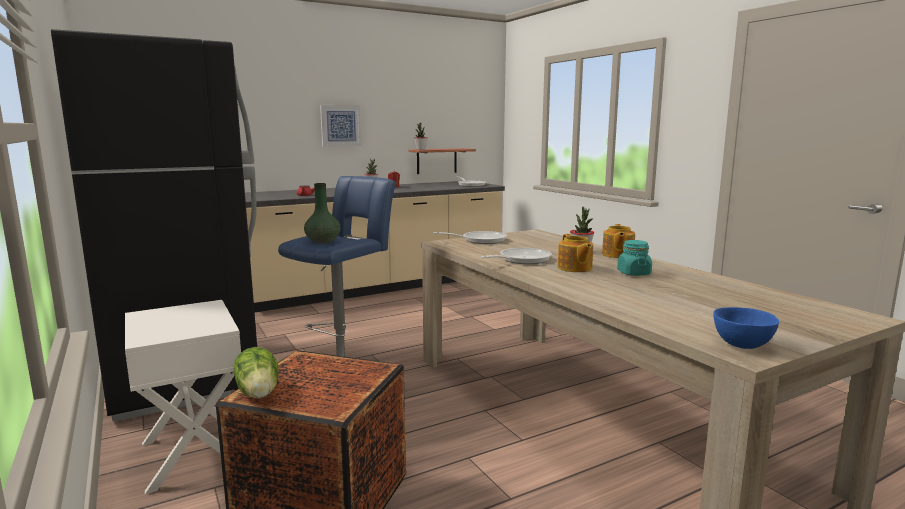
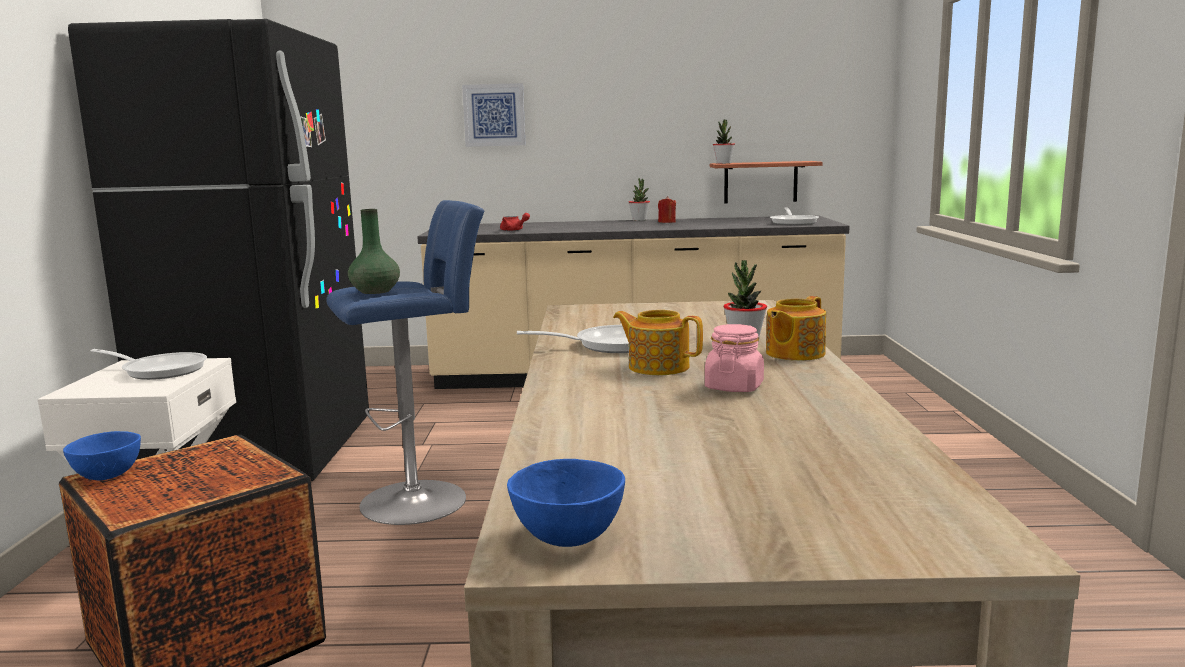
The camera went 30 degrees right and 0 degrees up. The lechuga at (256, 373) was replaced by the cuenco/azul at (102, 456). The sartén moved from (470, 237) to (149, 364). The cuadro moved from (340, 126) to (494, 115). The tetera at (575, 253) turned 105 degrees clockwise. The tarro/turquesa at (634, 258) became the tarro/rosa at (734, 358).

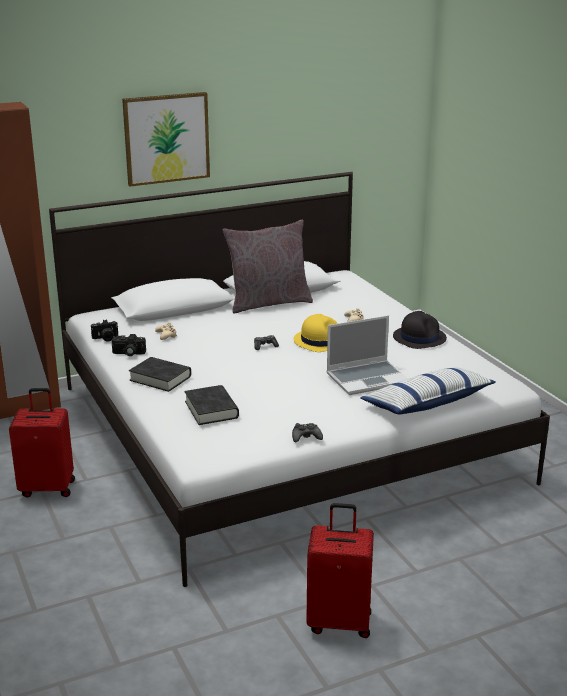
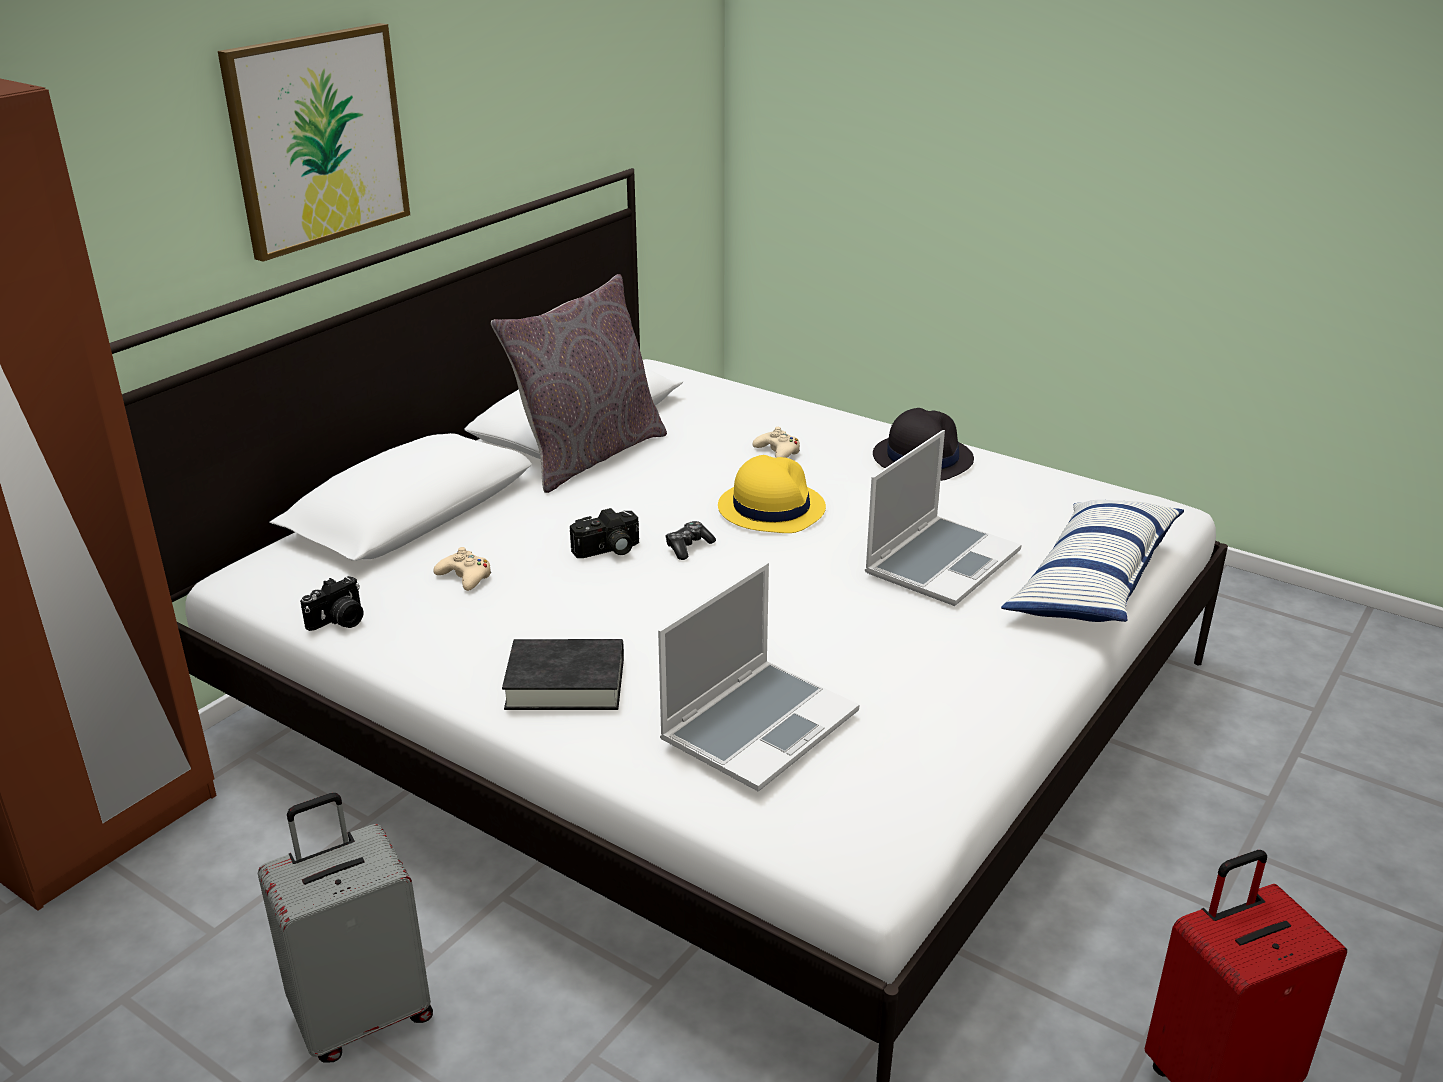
The camera went 30 degrees left and 5 degrees up. The maleta/rojo at (42, 443) became the maleta/gris at (345, 928). The cámara moved from (129, 345) to (604, 533). The libro/negro at (212, 405) was replaced by the portátil at (758, 677). The mando de consola/negro at (307, 432) disappeared.

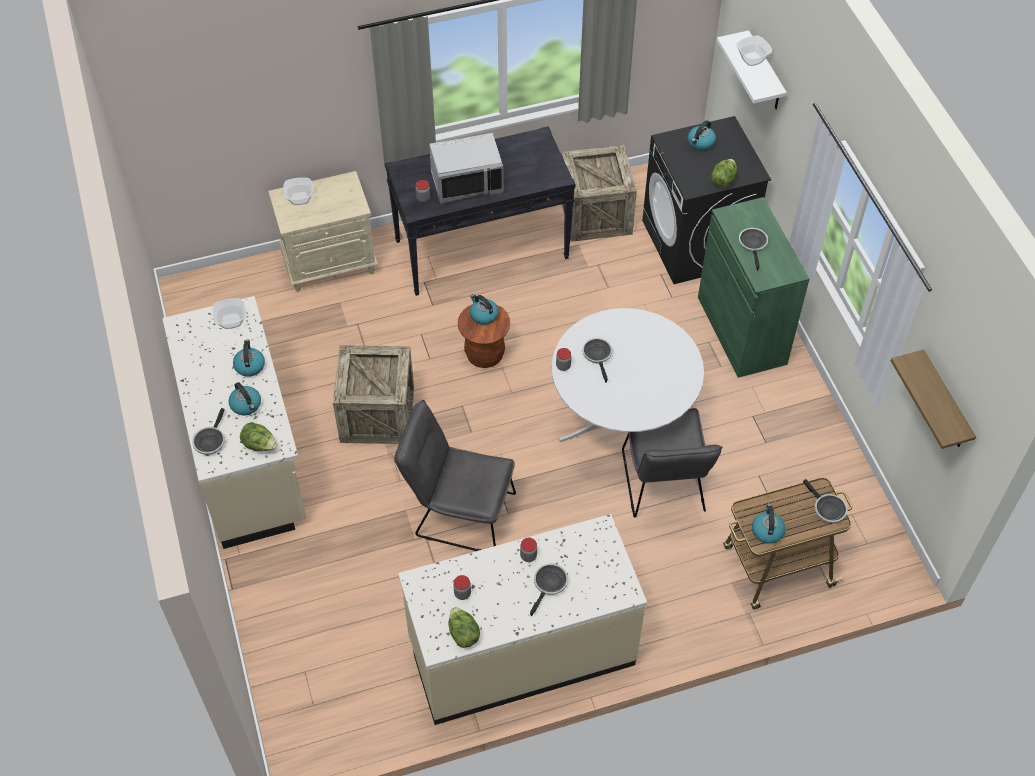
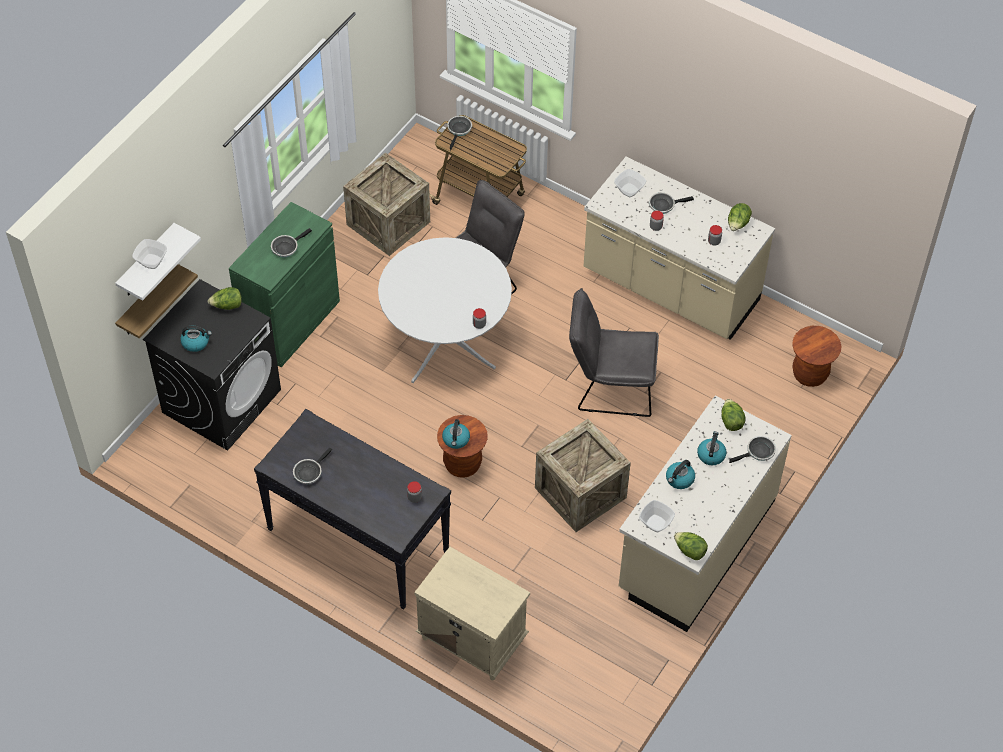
The camera went 130 degrees left and 0 degrees up. The estante moved from (933, 399) to (156, 301). The sartén moved from (597, 360) to (312, 466). The caja de embalaje moved from (599, 193) to (386, 204). The silla/gris at (455, 475) turned 120 degrees clockwise. The cuenco moved from (298, 191) to (630, 183). The lechuga at (691, 546) appeared. The taburete/marrón at (816, 356) appeared. The microondas/gris at (466, 168) disappeared. The hervidor at (768, 524) disappeared.

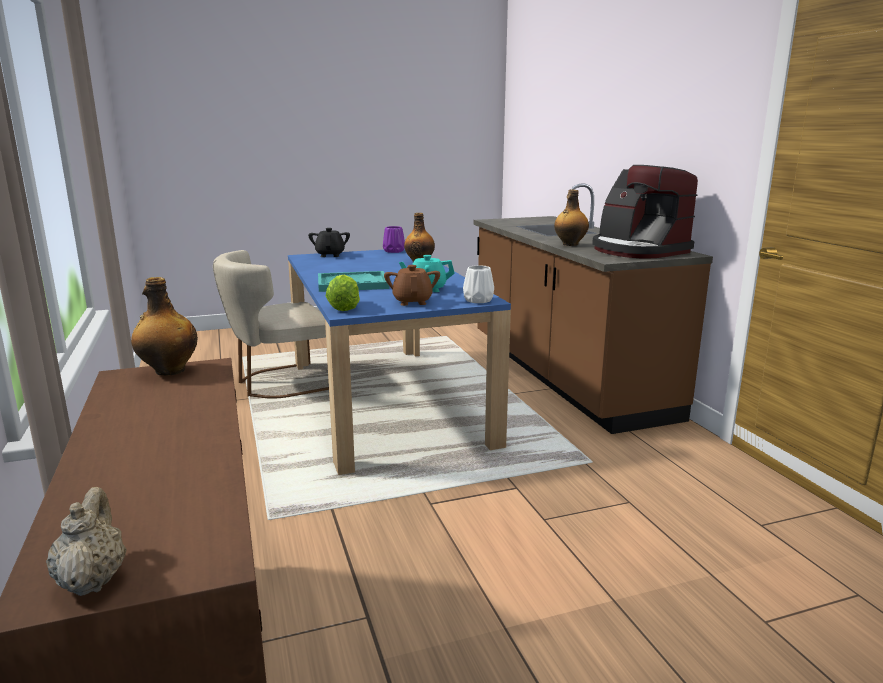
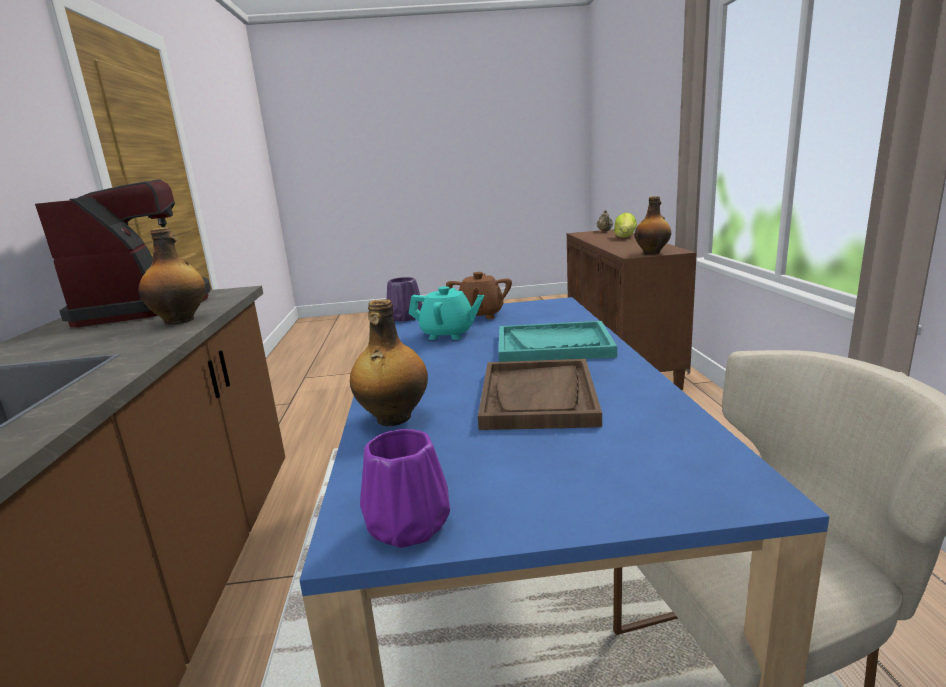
The camera went 165 degrees left and 0 degrees up. The florero/blanco at (478, 284) became the florero/morado at (404, 299). The bandeja/marrón at (540, 394) appeared. The lechuga moved from (343, 293) to (625, 225). The tetera/negro at (329, 242) disappeared.

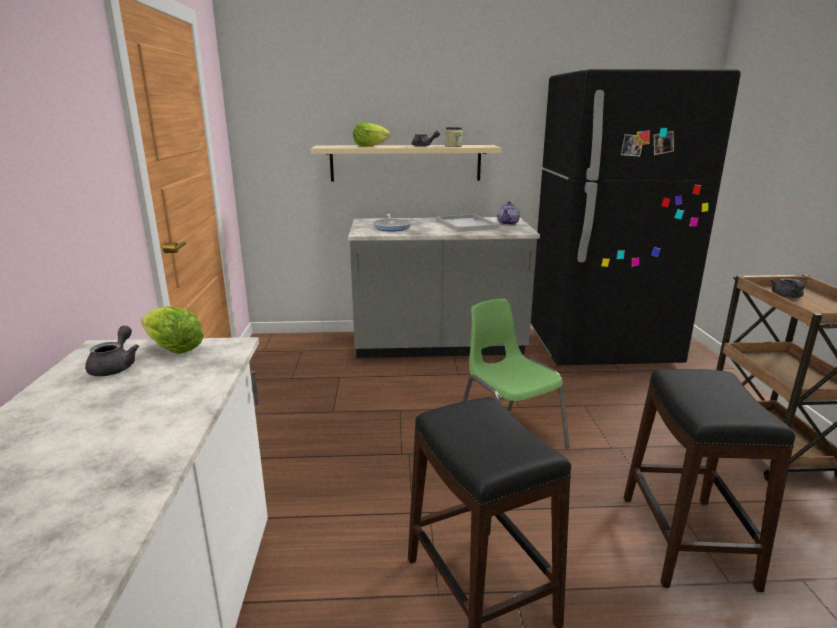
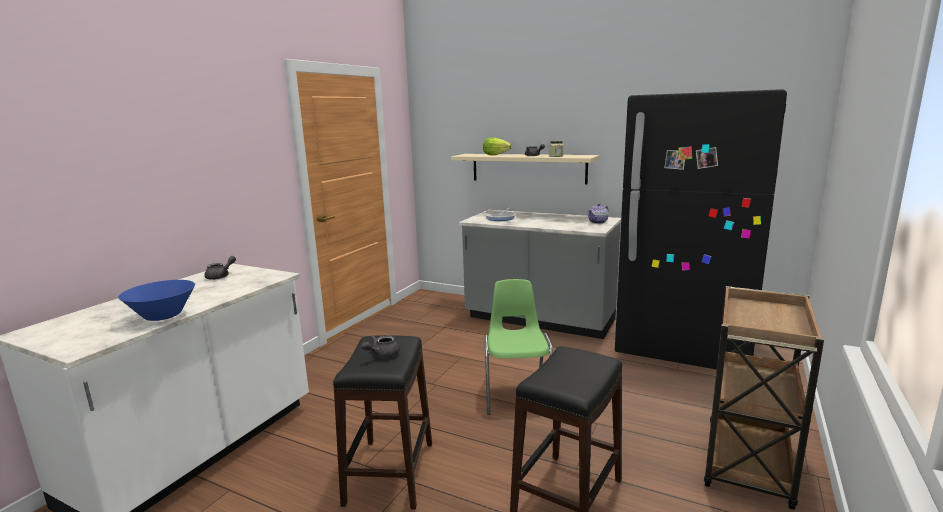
The camera went 30 degrees right and 5 degrees down. The cuenco/azul at (157, 300) appeared. The tetera/gris moved from (787, 288) to (381, 346). The lechuga at (172, 330) disappeared. The bandeja/blanco at (467, 223) disappeared.

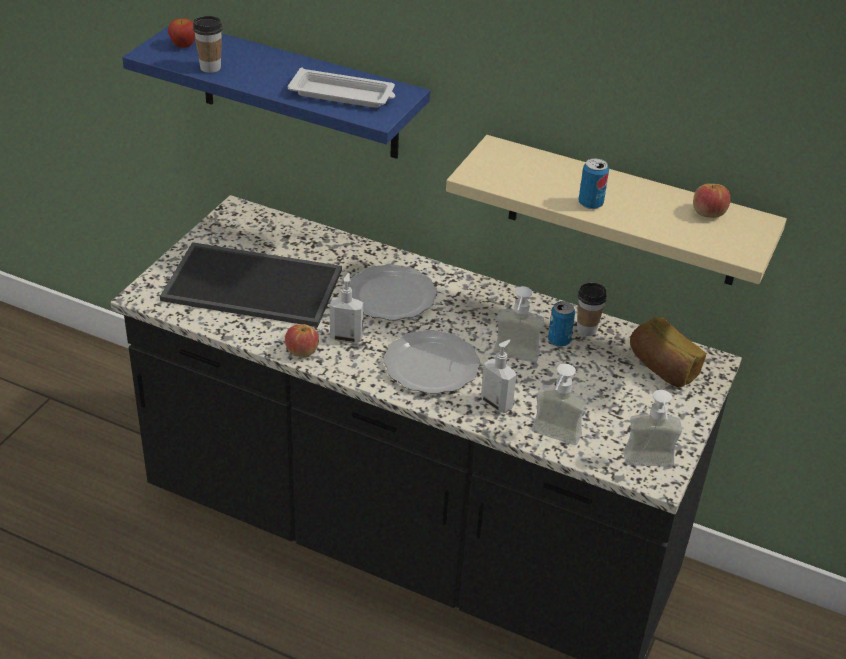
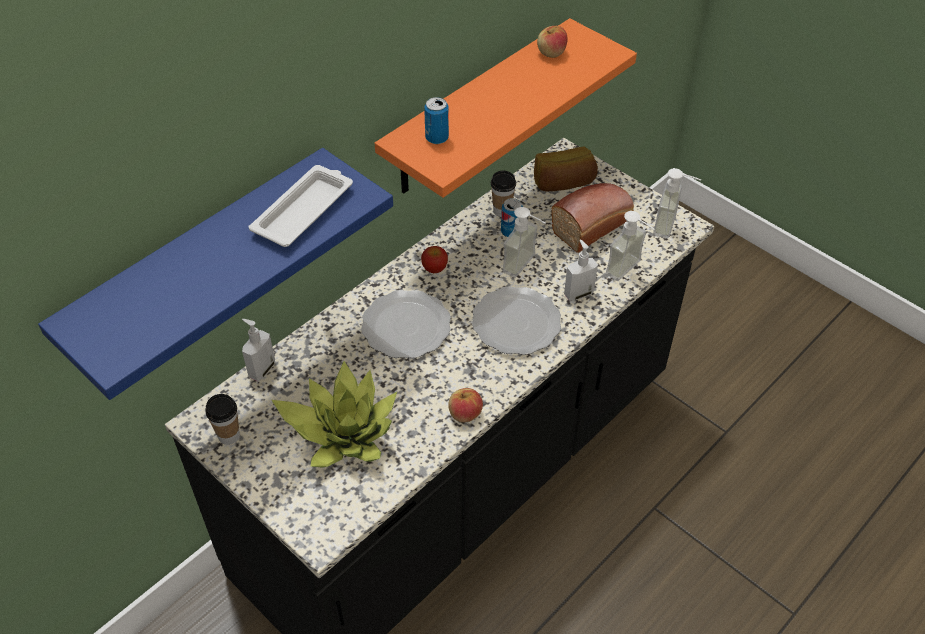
The camera went 70 degrees left and 10 degrees up. The taza moved from (208, 44) to (223, 419). The dispensador de jabón moved from (346, 308) to (258, 350). The bandeja at (251, 284) was replaced by the planta en maceta at (334, 414). The estante/beis at (616, 210) became the estante/naranja at (506, 108). The manzana moved from (181, 33) to (434, 259). The lata moved from (594, 183) to (436, 120). The pan at (593, 218) appeared.

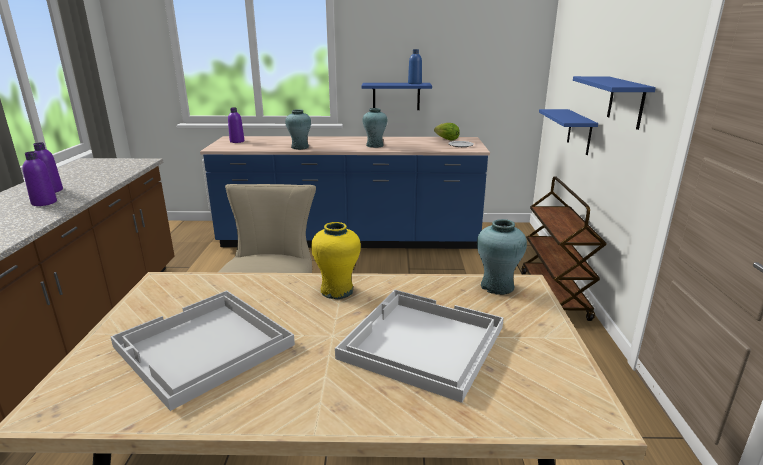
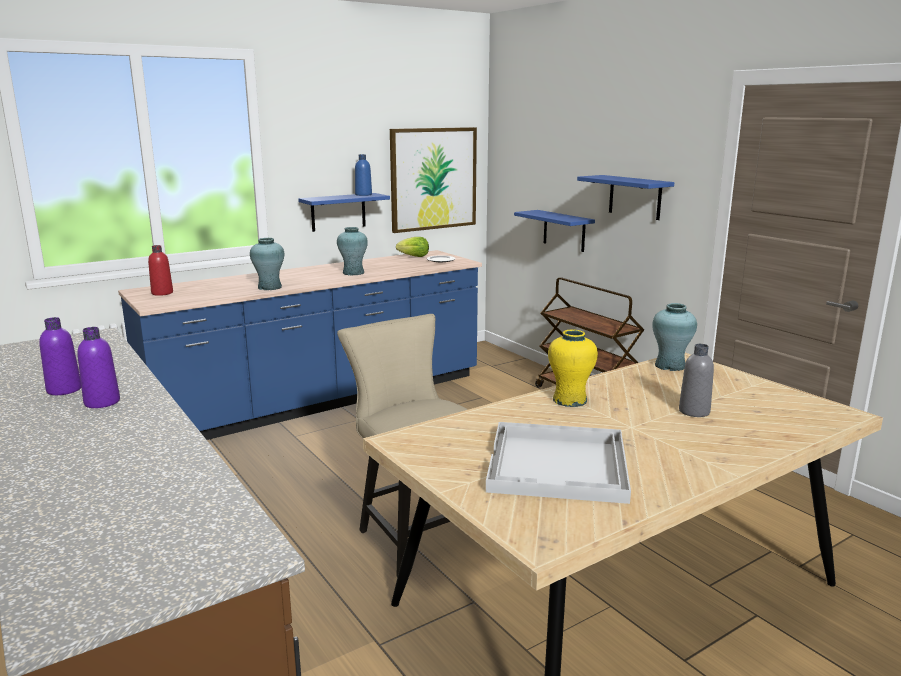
The camera went 35 degrees left and 5 degrees down. The botella/morado at (236, 125) became the botella/rojo at (160, 270). The cuadro at (433, 180) appeared. The bandeja/blanco at (419, 346) was replaced by the botella/gris at (696, 380).

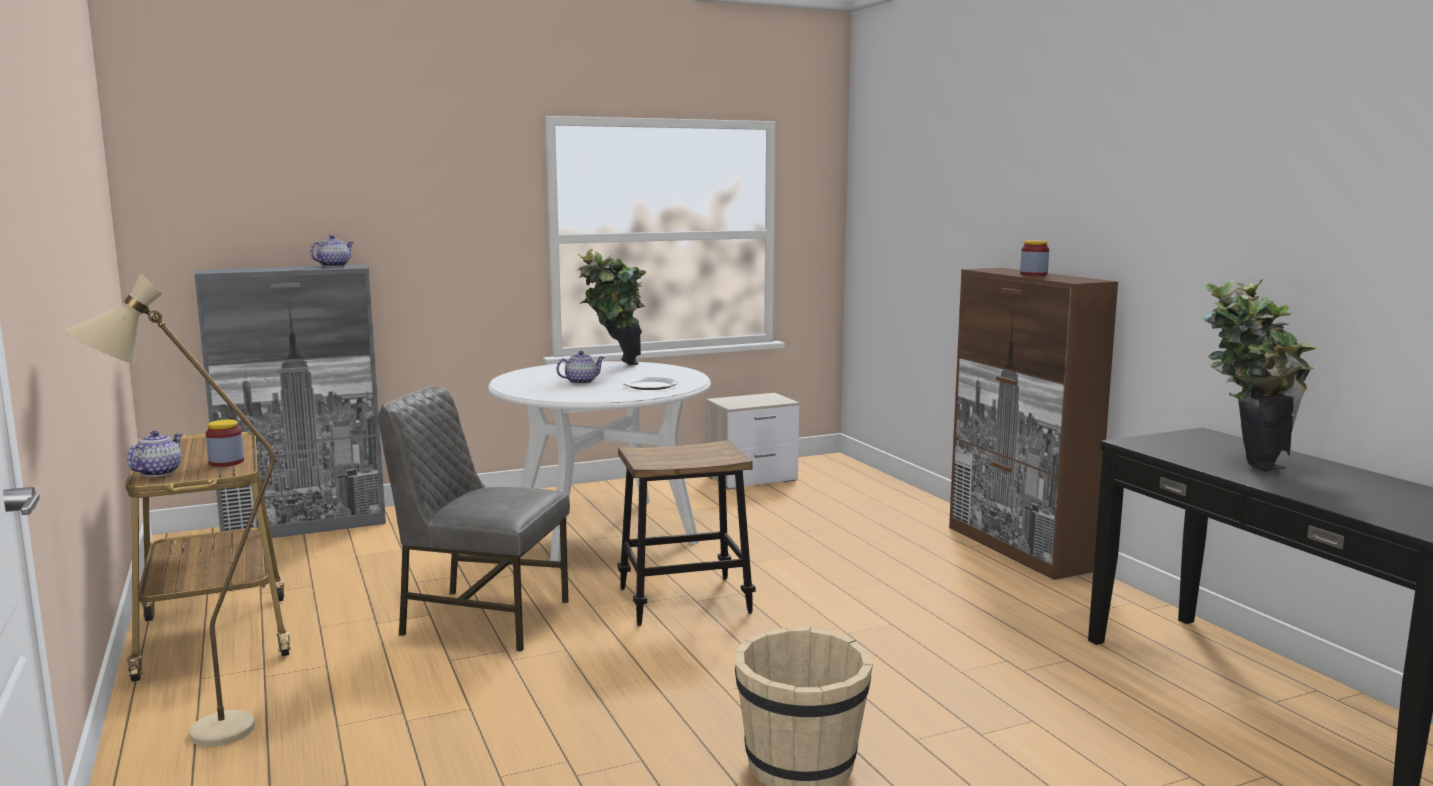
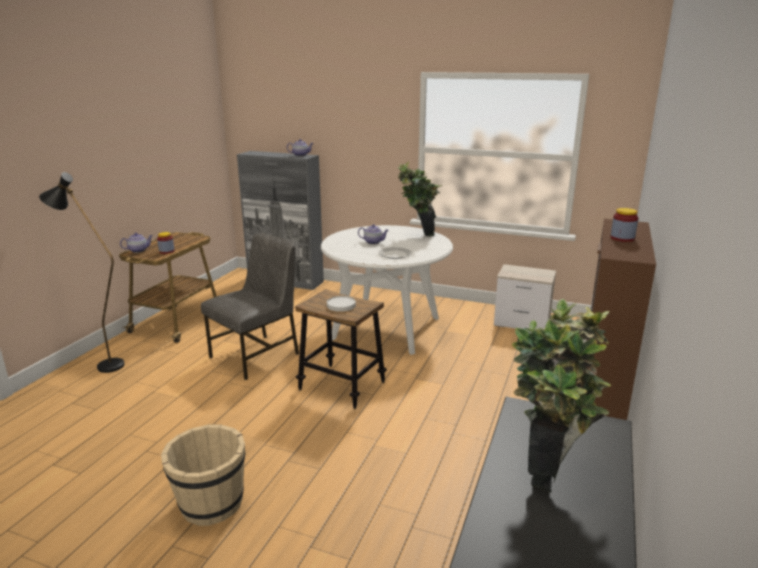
The camera went 45 degrees right and 10 degrees up. The lámpara de pie/beis at (170, 510) became the lámpara de pie/negro at (82, 272). The silla/gris at (474, 519) turned 75 degrees clockwise. The plato/blanco at (341, 304) appeared.

